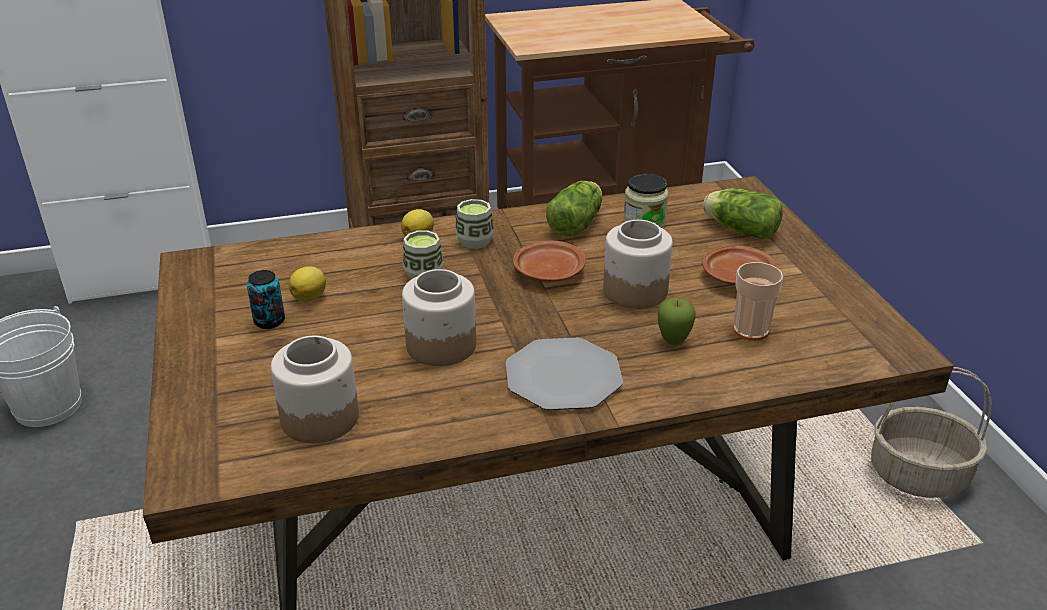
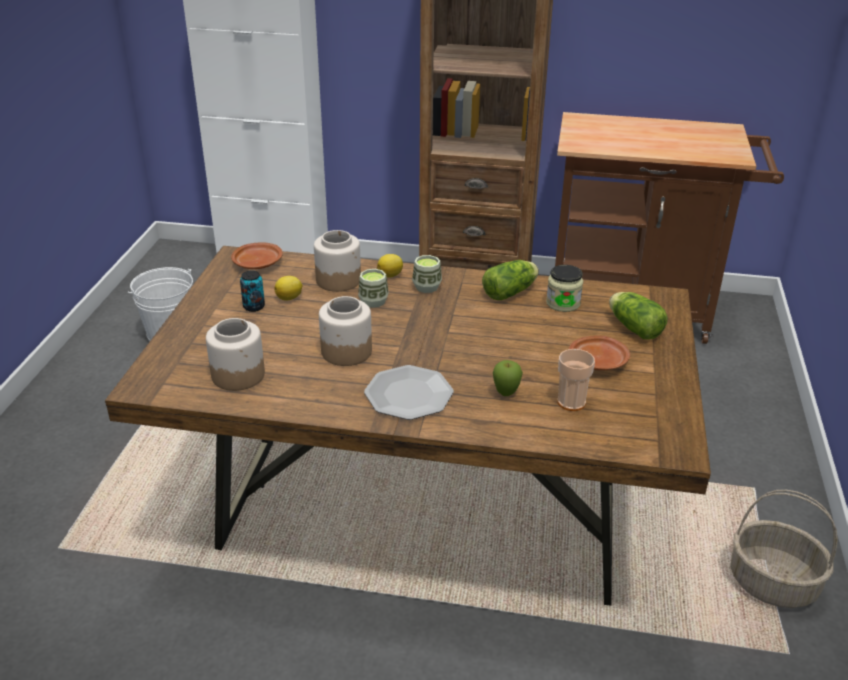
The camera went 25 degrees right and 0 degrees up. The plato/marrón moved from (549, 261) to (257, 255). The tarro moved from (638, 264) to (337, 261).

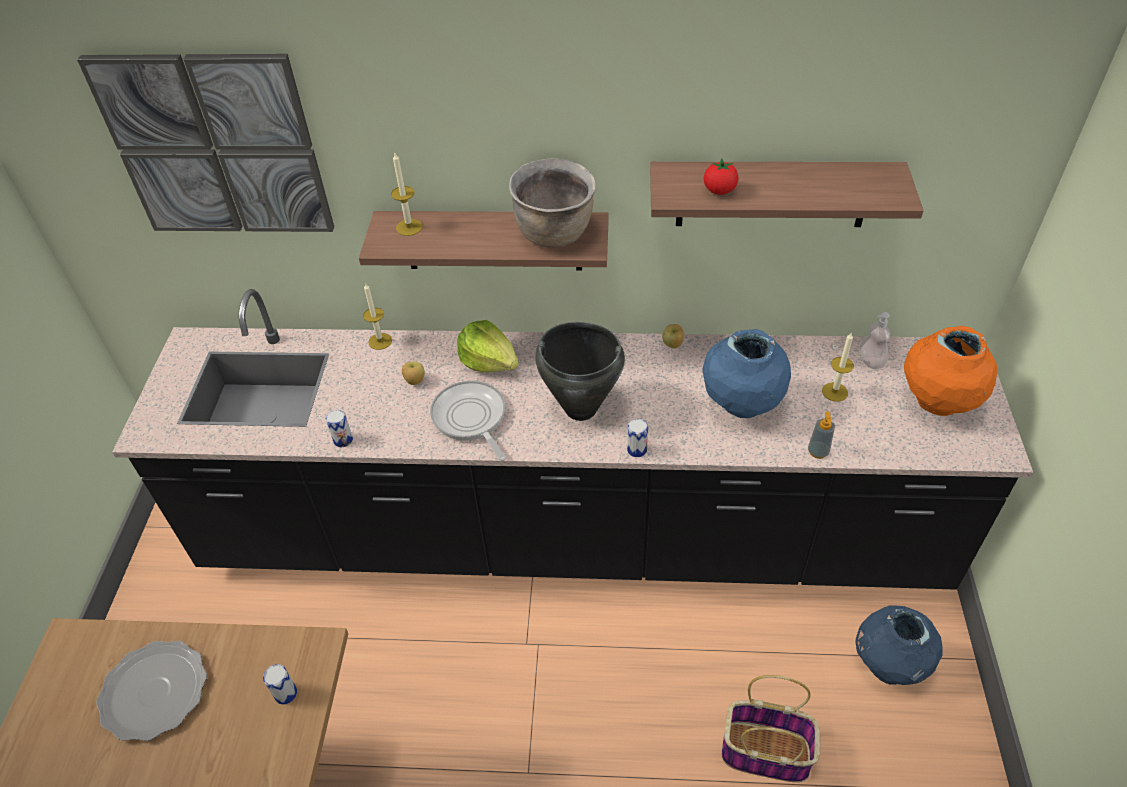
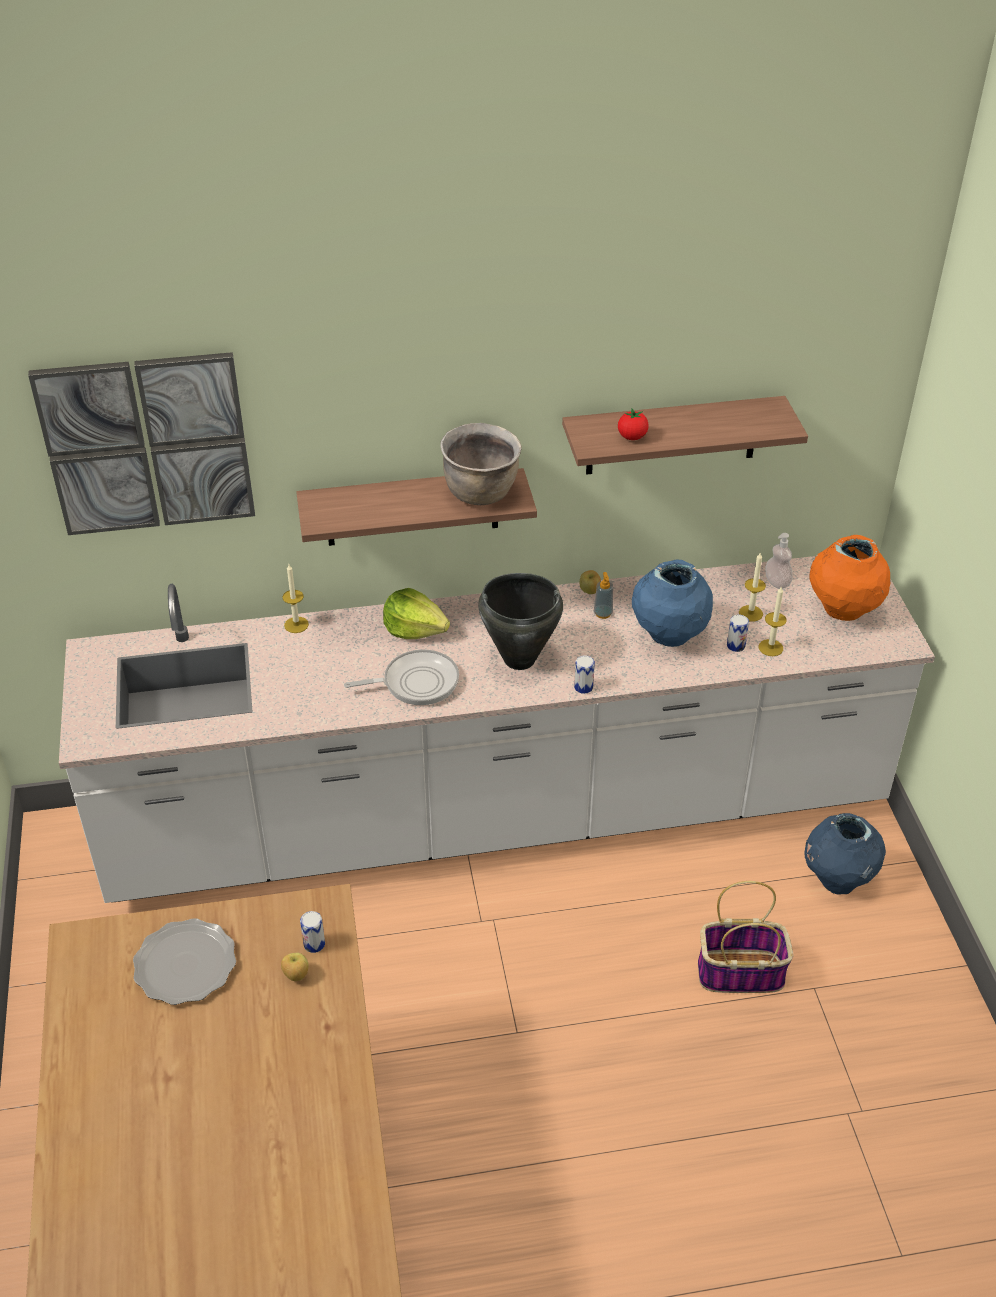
The camera went 15 degrees left and 5 degrees down. The mueble bajo de cocina/negro at (572, 439) became the mueble bajo de cocina/blanco at (497, 729). The manzana moved from (413, 373) to (294, 967). The sartén at (468, 421) turned 120 degrees clockwise. The dispensador de jabón moved from (821, 435) to (603, 595). The lata moved from (339, 428) to (738, 633). The vela moved from (407, 194) to (772, 621).

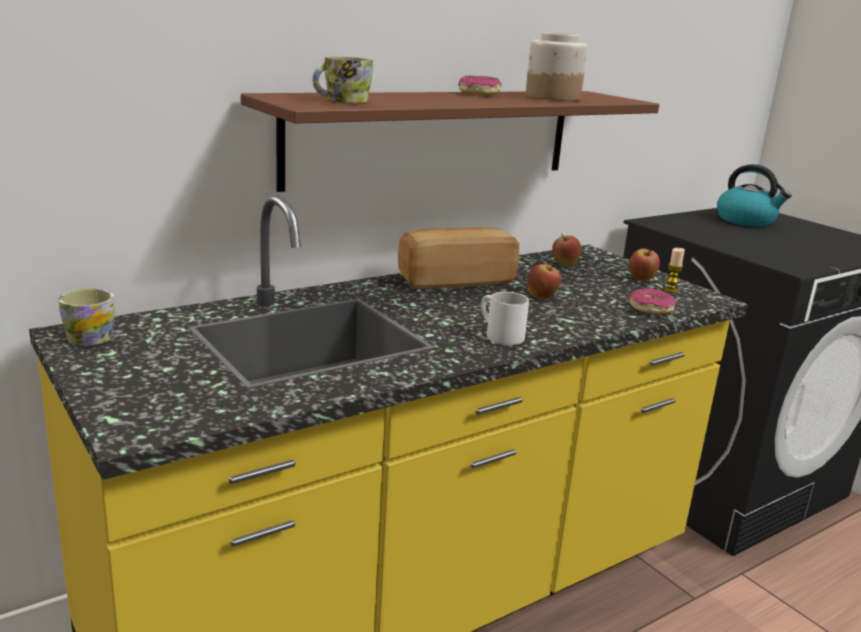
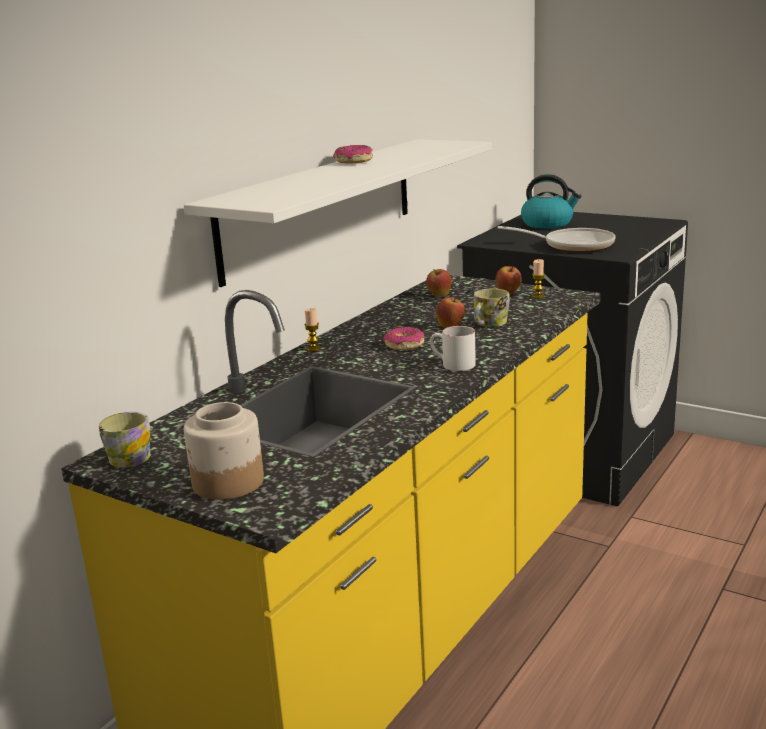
The camera went 20 degrees left and 0 degrees up. The estante/marrón at (450, 141) became the estante/blanco at (338, 213). The tarro moved from (556, 66) to (224, 451). The vela at (313, 330) appeared. The rosquilla moved from (652, 301) to (404, 338). The taza grande moved from (342, 80) to (491, 308). The sartén at (556, 239) appeared. The pan at (458, 258) disappeared.

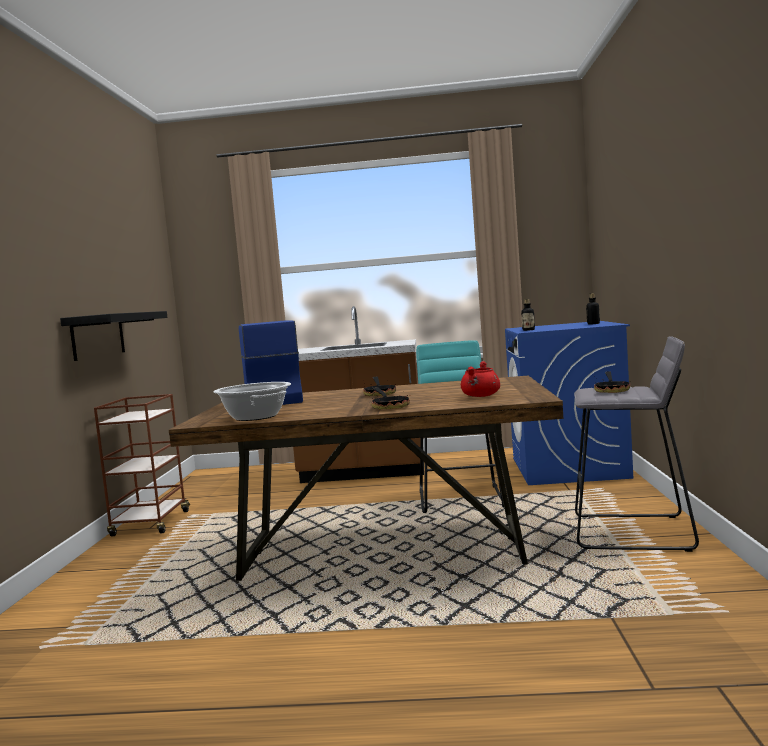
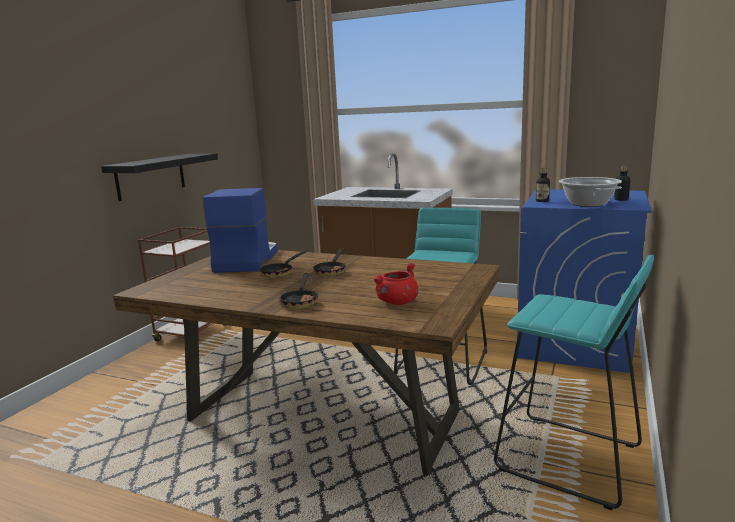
The camera went 20 degrees right and 10 degrees up. The sartén moved from (612, 382) to (283, 264). The taburete/gris at (636, 444) became the taburete/turquesa at (574, 382). The olla moved from (252, 401) to (590, 192).

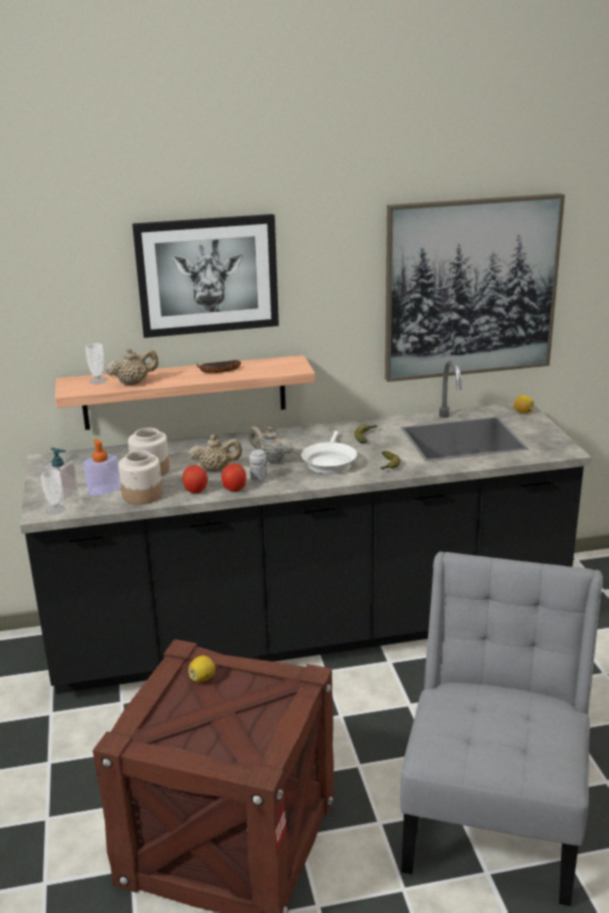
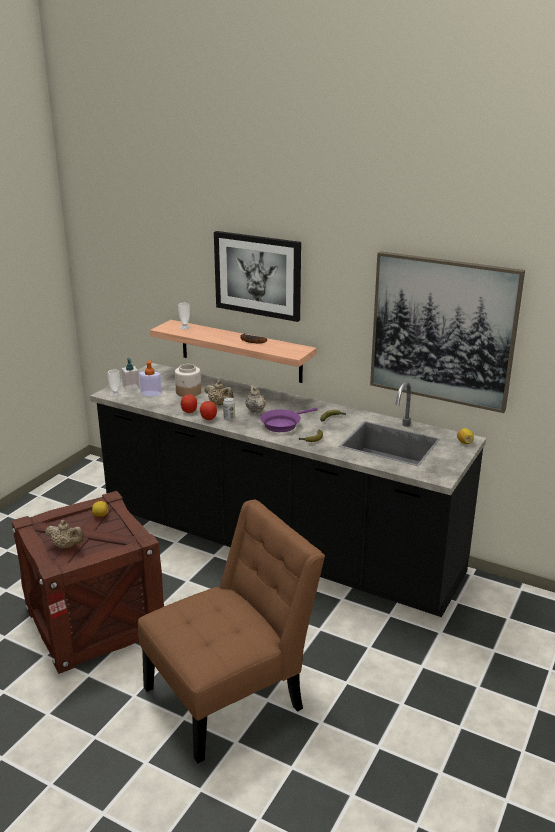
The camera went 40 degrees right and 0 degrees up. The tetera/beis moved from (132, 366) to (64, 534). The silla/gris at (501, 729) became the silla/marrón at (231, 632). The sartén/blanco at (329, 452) became the sartén/morado at (289, 419). The tarro at (140, 478) disappeared.

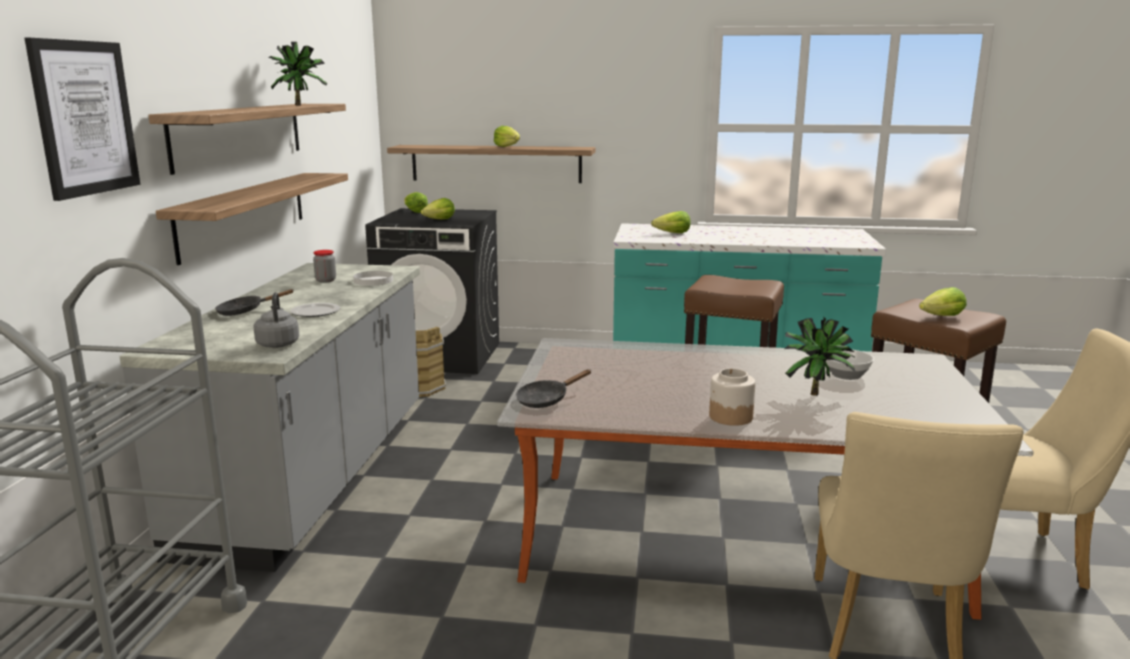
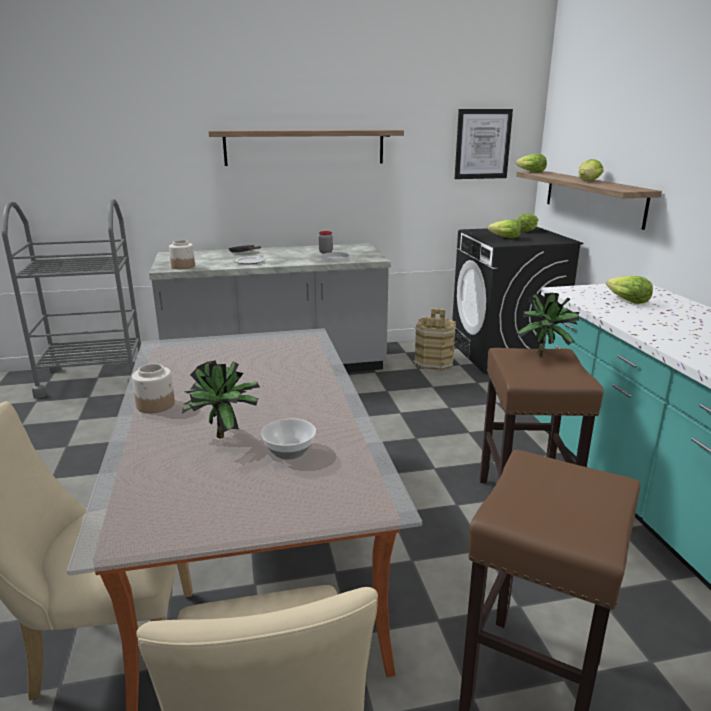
The camera went 70 degrees right and 5 degrees up. The hervidor/gris at (276, 320) was replaced by the tarro at (182, 254). The cuadro moved from (82, 119) to (484, 144). The lechuga moved from (943, 301) to (531, 163). The planta en maceta moved from (297, 73) to (548, 324). The estante at (252, 219) disappeared. The sartén/negro at (553, 388) disappeared.

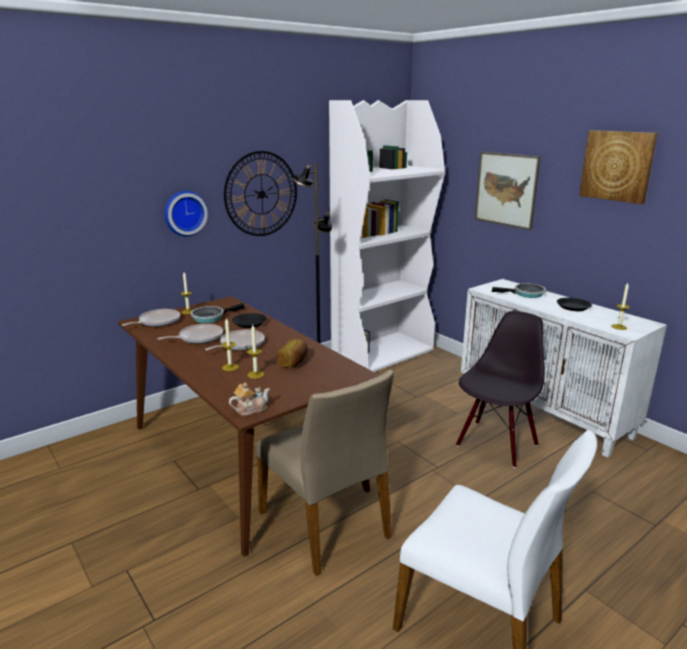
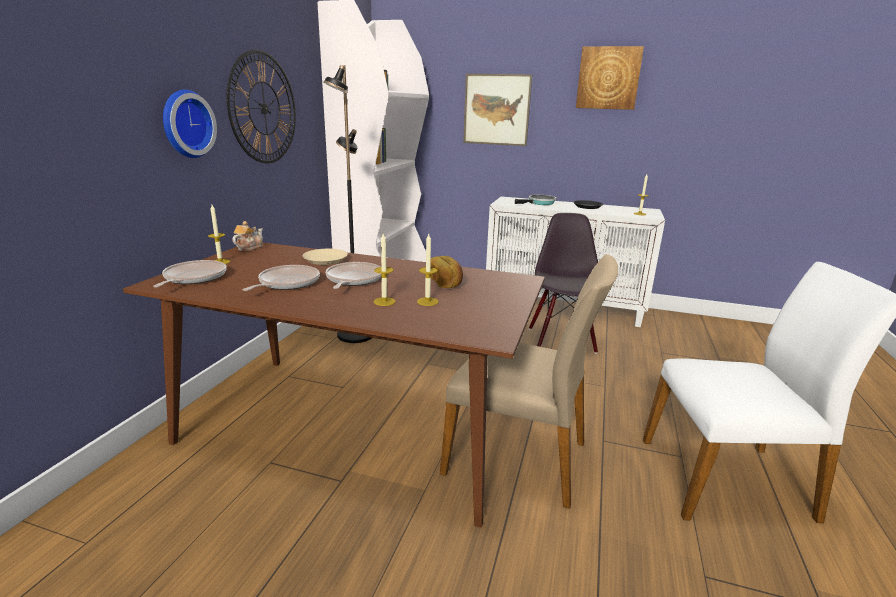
The camera went 35 degrees left and 0 degrees up. The tetera moved from (249, 399) to (247, 236). The plato/negro at (249, 320) became the plato/beis at (325, 257). The sartén at (218, 313) disappeared.

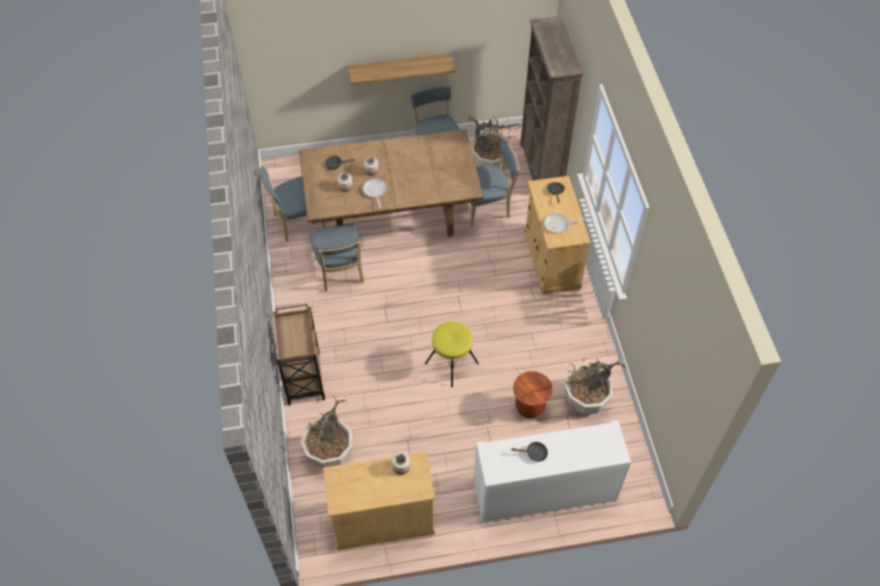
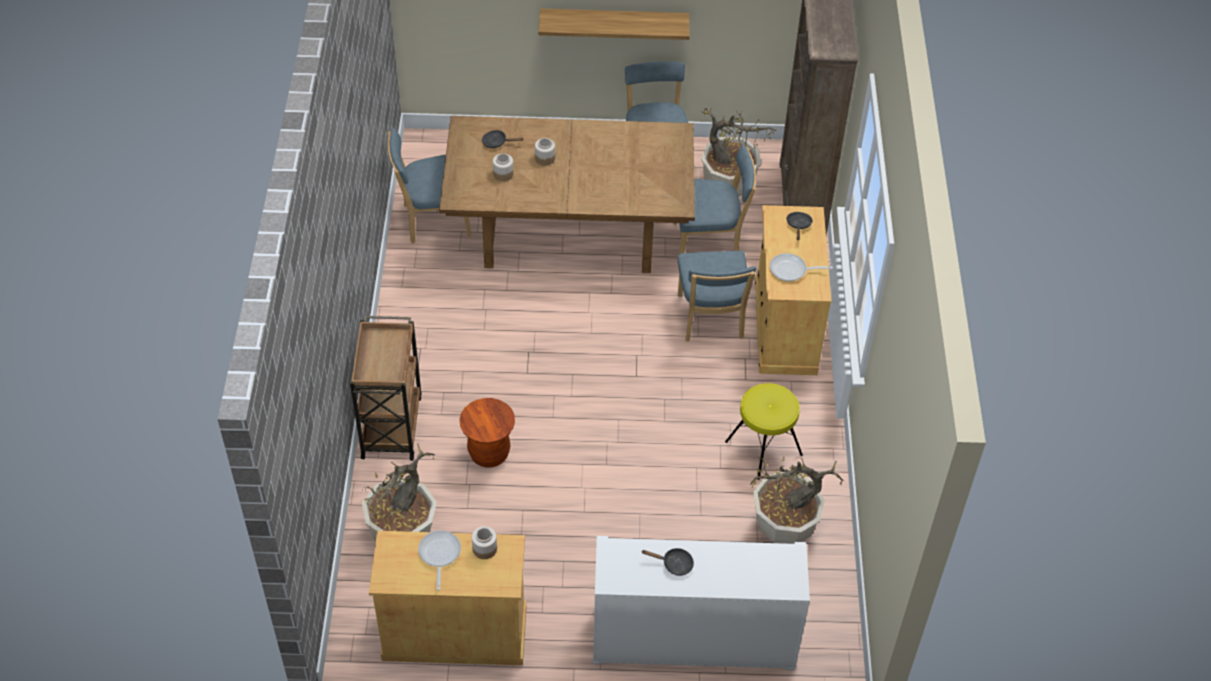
The camera went 10 degrees right and 5 degrees down. The sartén moved from (374, 194) to (439, 560). The taburete/marrón moved from (533, 395) to (487, 432). The silla/azul moved from (336, 257) to (717, 296). The taburete/amarillo moved from (452, 354) to (764, 431).

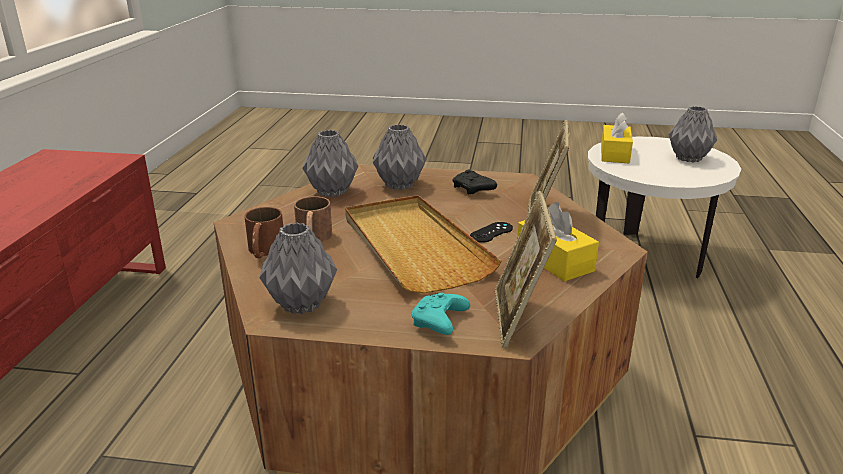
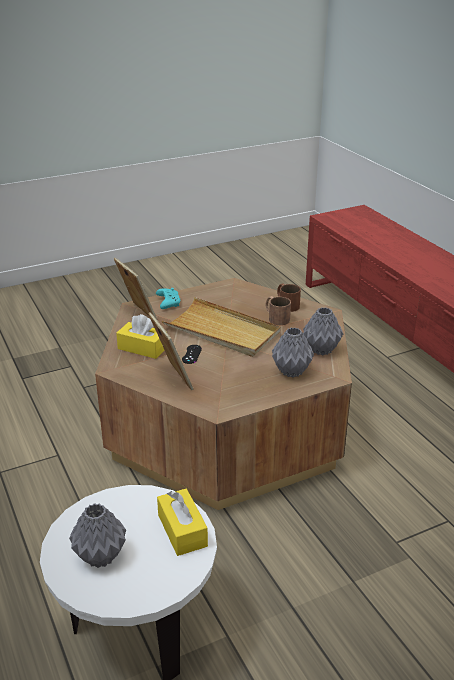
The camera went 145 degrees right and 5 degrees up. The florero/gris at (298, 268) disappeared. The mando de consola/negro at (474, 181) disappeared.

